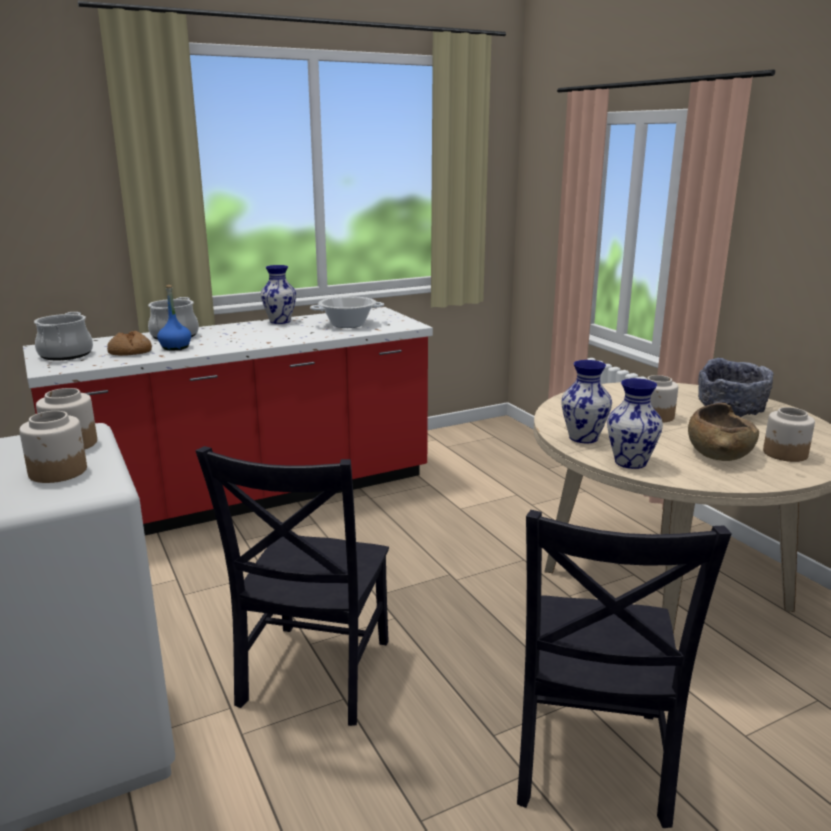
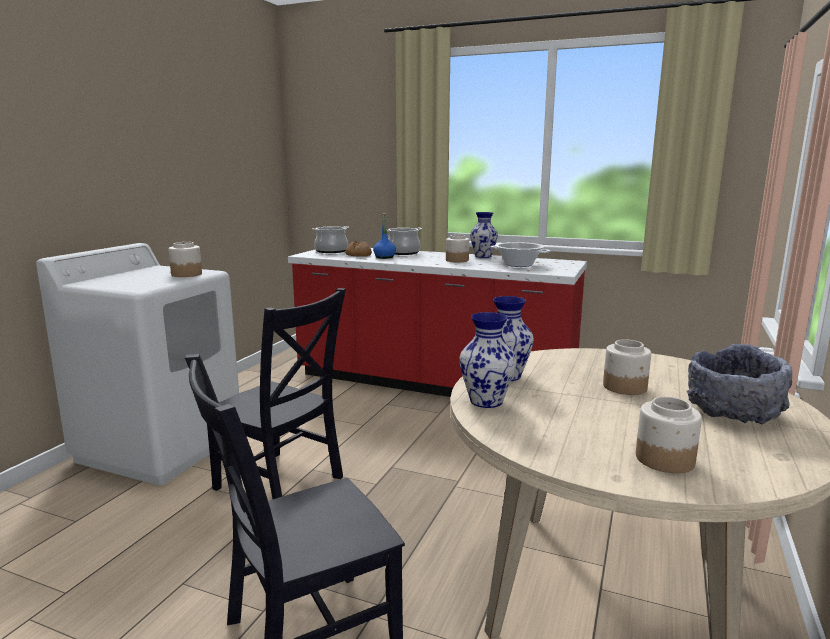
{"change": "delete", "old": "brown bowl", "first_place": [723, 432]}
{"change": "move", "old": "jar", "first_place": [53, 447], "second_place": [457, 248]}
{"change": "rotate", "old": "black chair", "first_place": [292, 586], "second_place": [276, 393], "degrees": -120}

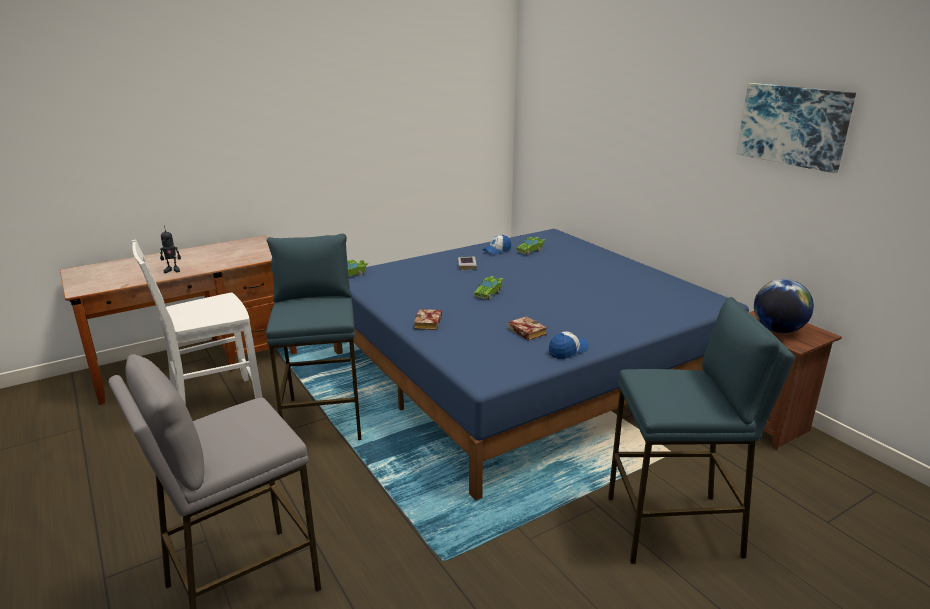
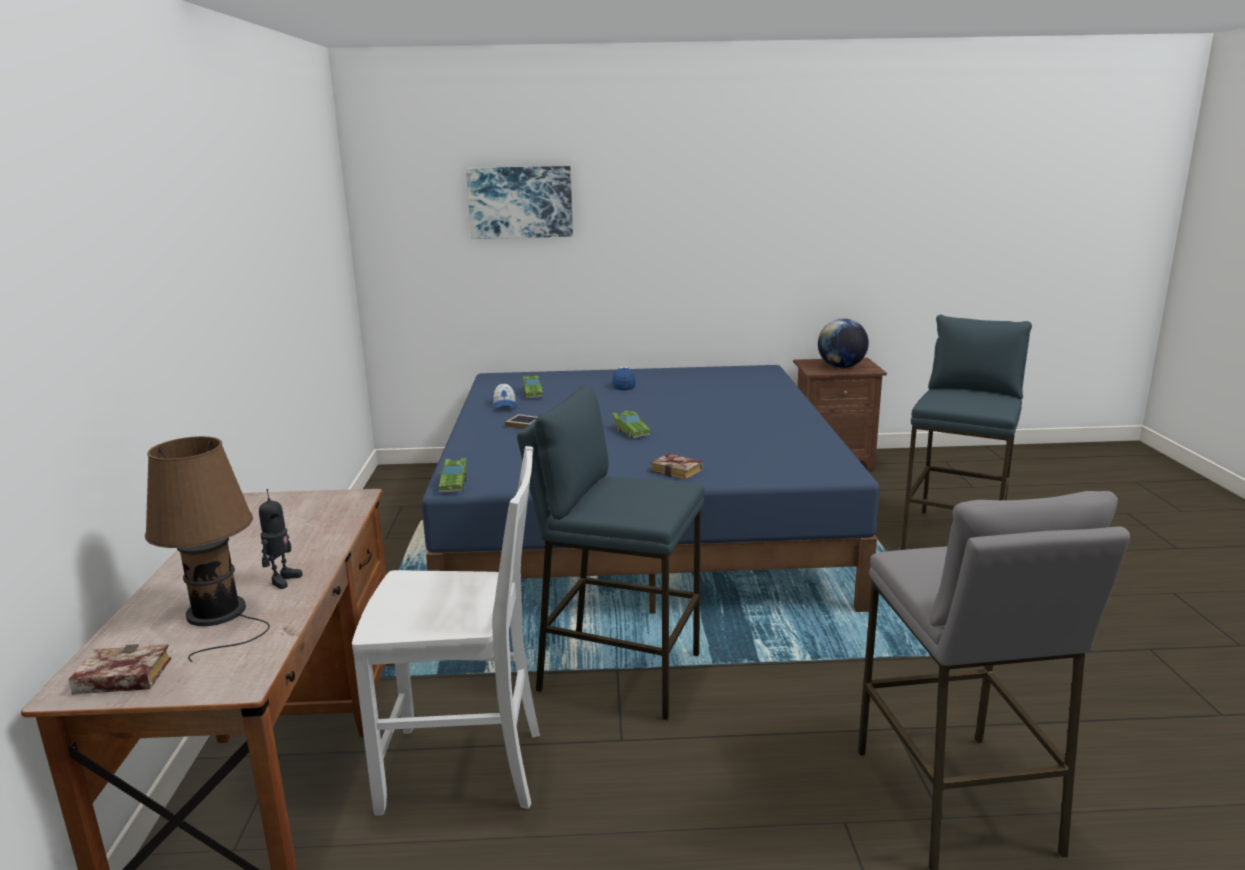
{"change": "insert", "new": "brown table lamp", "second_place": [207, 549]}
{"change": "move", "old": "book", "first_place": [527, 328], "second_place": [119, 669]}
{"change": "move", "old": "cap", "first_place": [569, 345], "second_place": [623, 378]}
{"change": "move", "old": "picture", "first_place": [796, 128], "second_place": [519, 202]}
{"change": "rotate", "old": "white chair", "first_place": [197, 322], "second_place": [446, 631], "degrees": -90}

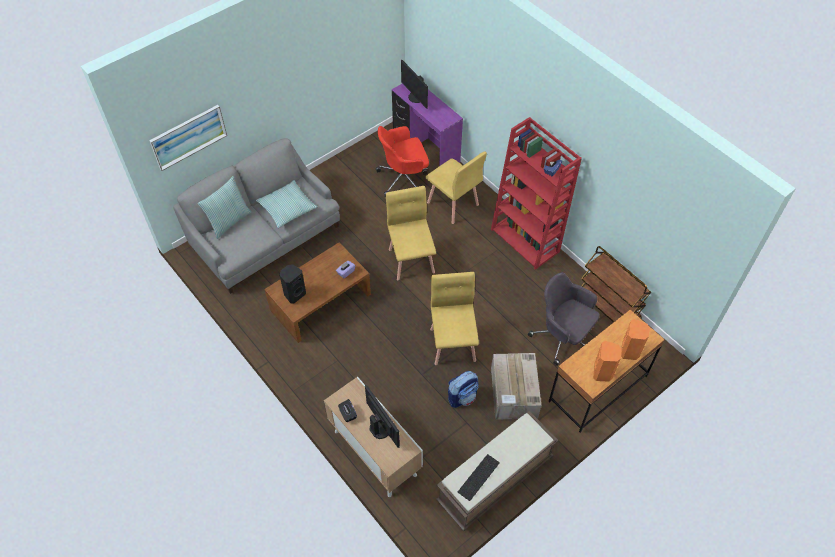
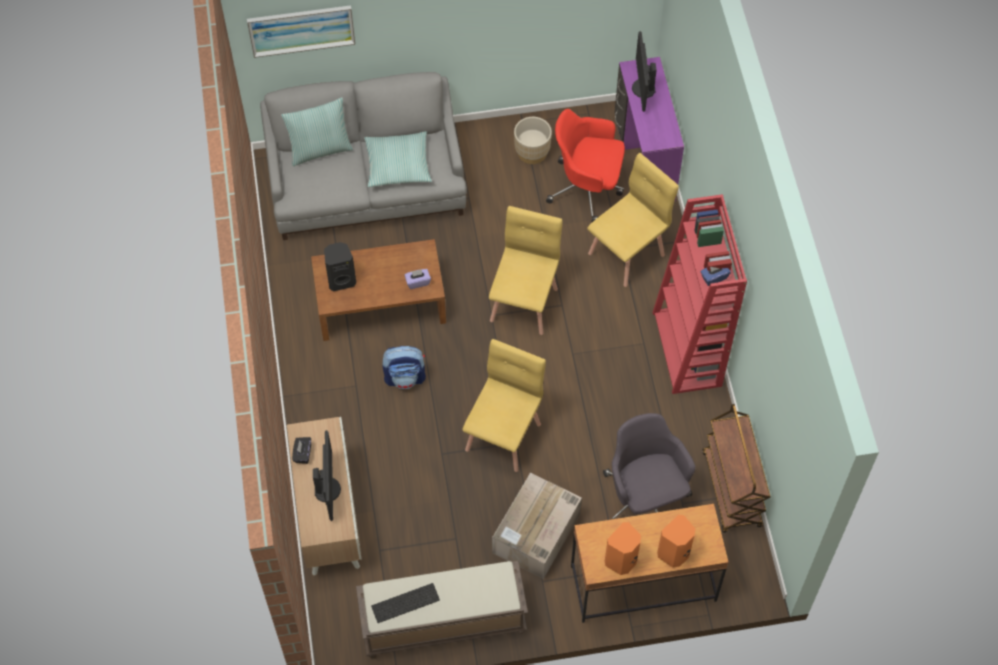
{"change": "insert", "new": "beige planter", "second_place": [533, 140]}
{"change": "move", "old": "backpack", "first_place": [463, 389], "second_place": [404, 367]}
{"change": "rotate", "old": "yellow chair", "first_place": [456, 188], "second_place": [633, 220], "degrees": -120}

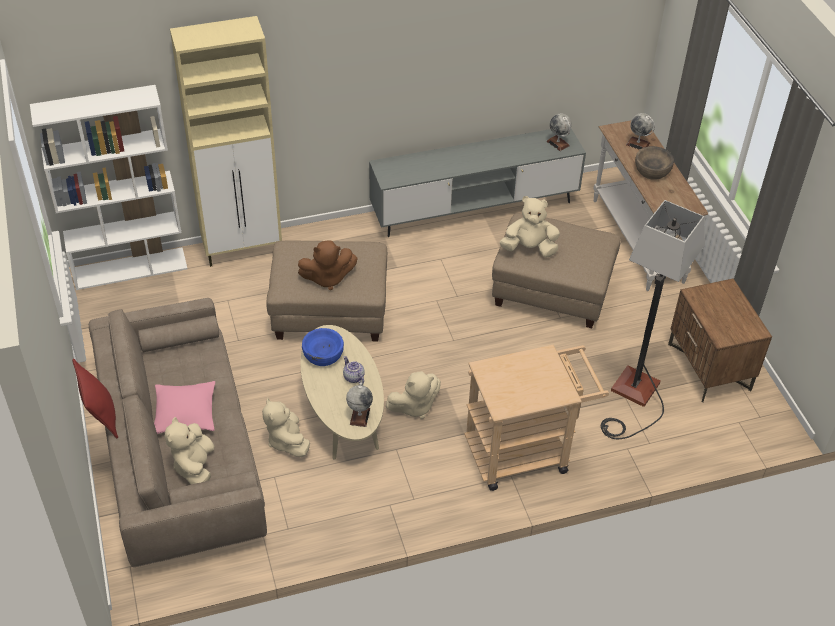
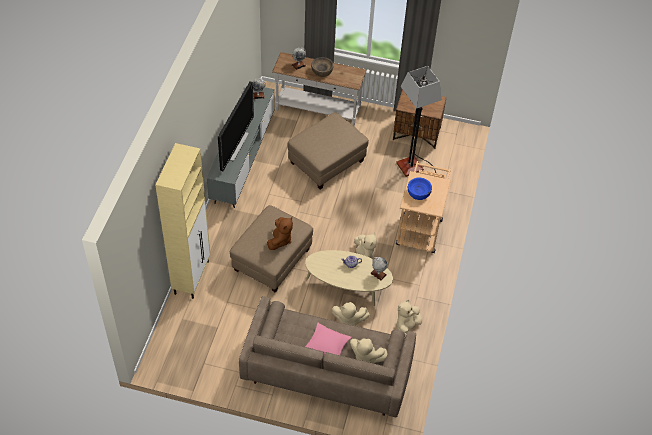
{"change": "delete", "old": "white bookcase", "first_place": [109, 187]}
{"change": "delete", "old": "red pillow", "first_place": [95, 398]}
{"change": "insert", "new": "television", "second_place": [236, 126]}
{"change": "move", "old": "blue bowl", "first_place": [323, 347], "second_place": [420, 189]}
{"change": "move", "old": "beige plush toy", "first_place": [530, 226], "second_place": [409, 319]}

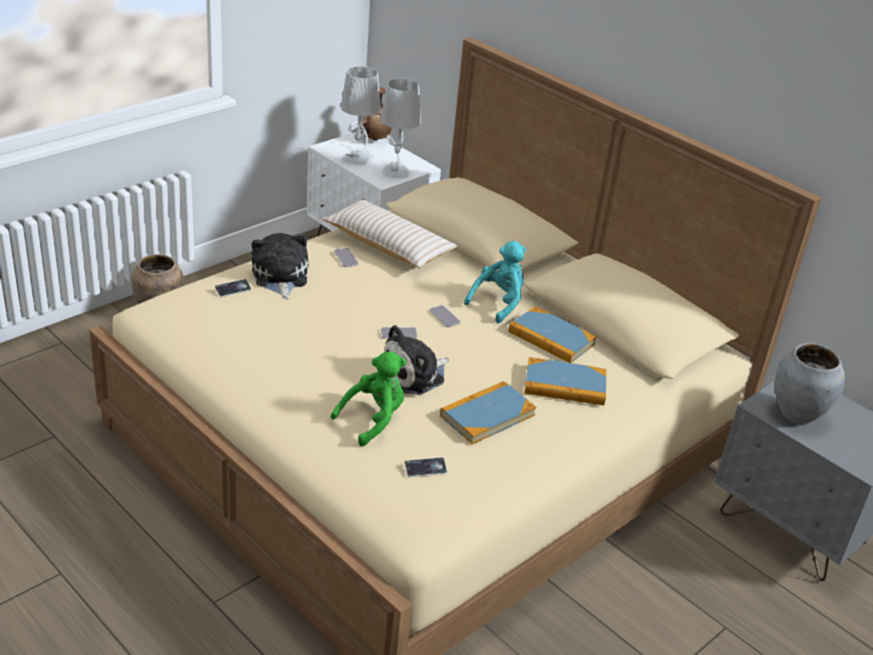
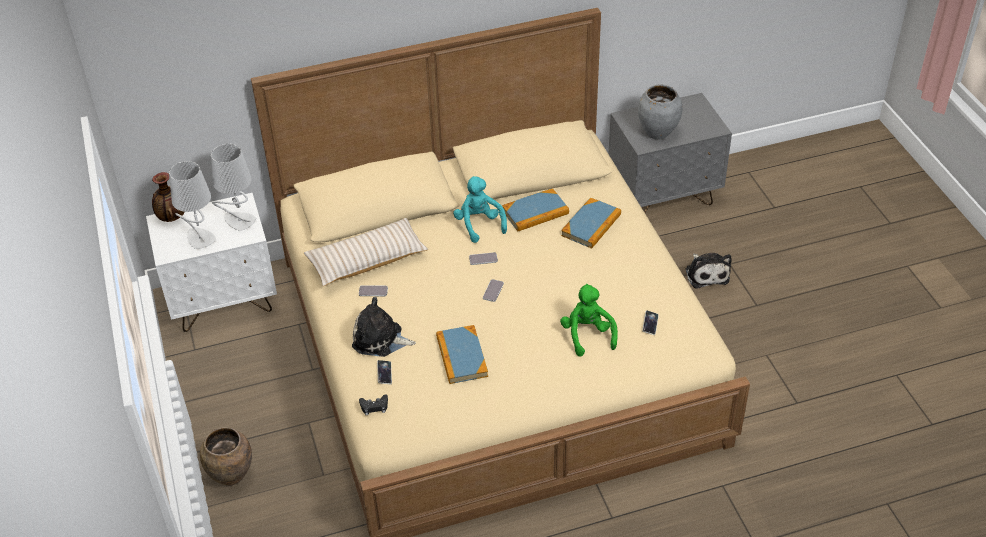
{"change": "insert", "new": "black game controller", "second_place": [373, 404]}
{"change": "move", "old": "plush toy", "first_place": [416, 360], "second_place": [709, 271]}
{"change": "move", "old": "book", "first_place": [488, 412], "second_place": [462, 354]}

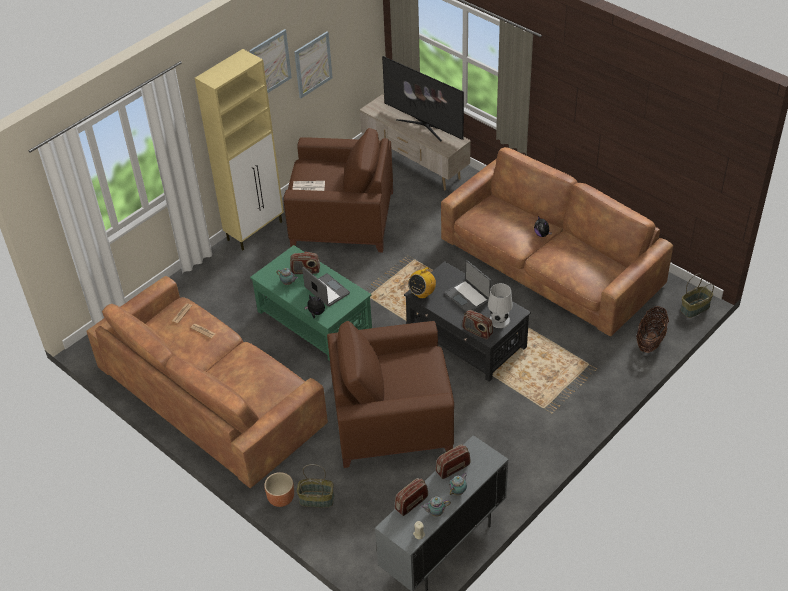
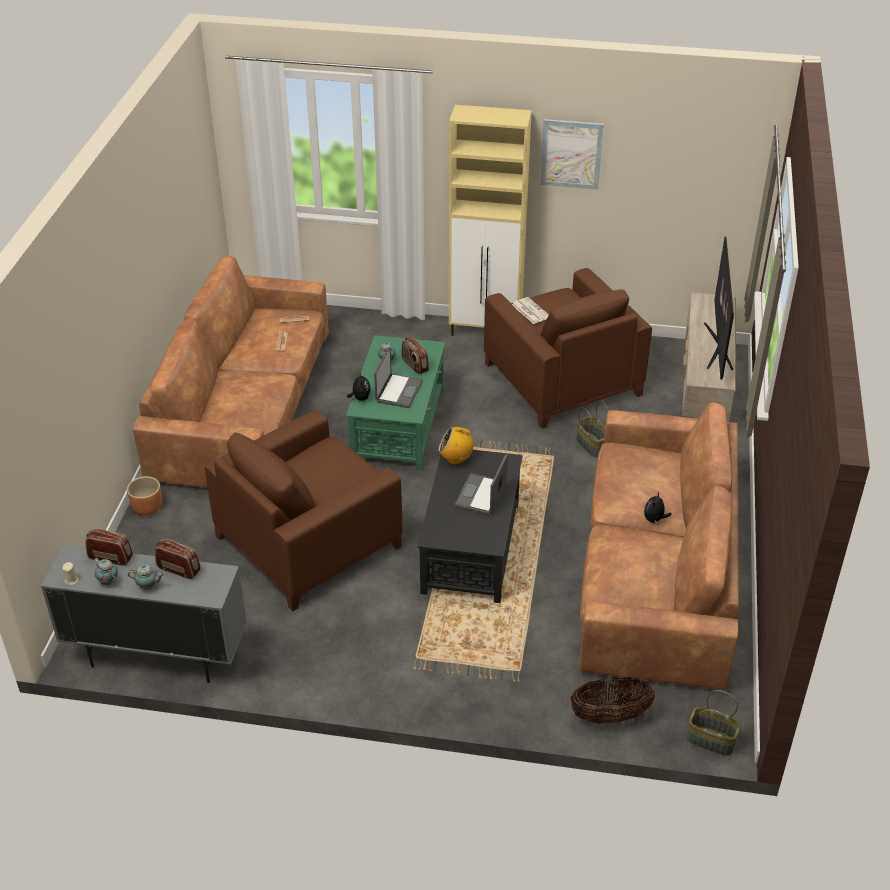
{"change": "delete", "old": "picture", "first_place": [313, 64]}
{"change": "delete", "old": "radio", "first_place": [477, 324]}
{"change": "delete", "old": "white table lamp", "first_place": [500, 305]}
{"change": "move", "old": "basket", "first_place": [315, 486], "second_place": [592, 429]}
{"change": "rotate", "old": "brown armchair", "first_place": [390, 394], "second_place": [303, 510], "degrees": -90}

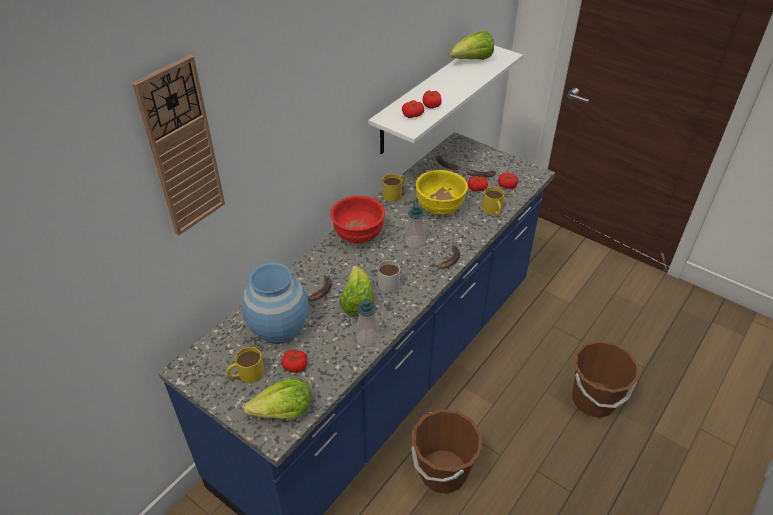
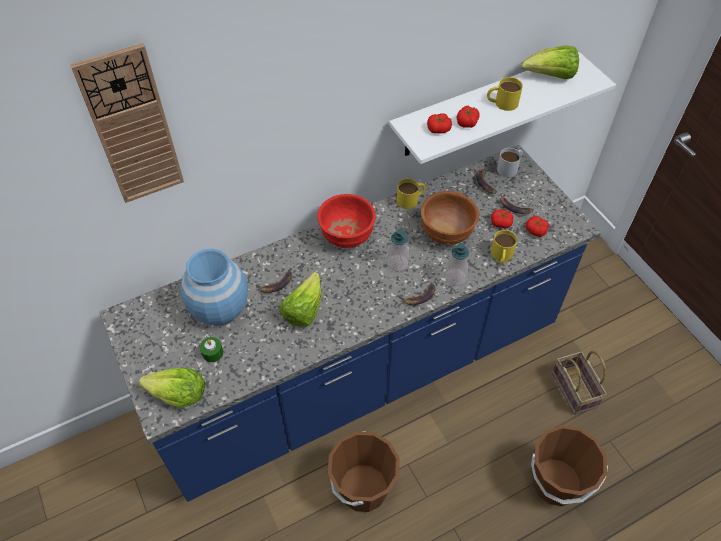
{"change": "insert", "new": "basket", "second_place": [579, 383]}
{"change": "move", "old": "yellow mug", "first_place": [245, 365], "second_place": [505, 94]}
{"change": "move", "old": "soap dispenser", "first_place": [367, 322], "second_place": [457, 264]}
{"change": "move", "old": "white mug", "first_place": [389, 275], "second_place": [510, 162]}
{"change": "replace", "old": "tomato", "new": "green candle", "first_place": [294, 361], "second_place": [211, 349]}
{"change": "recolor", "old": "yellow bowl", "new": "brown bowl", "first_place": [442, 192], "second_place": [450, 218]}

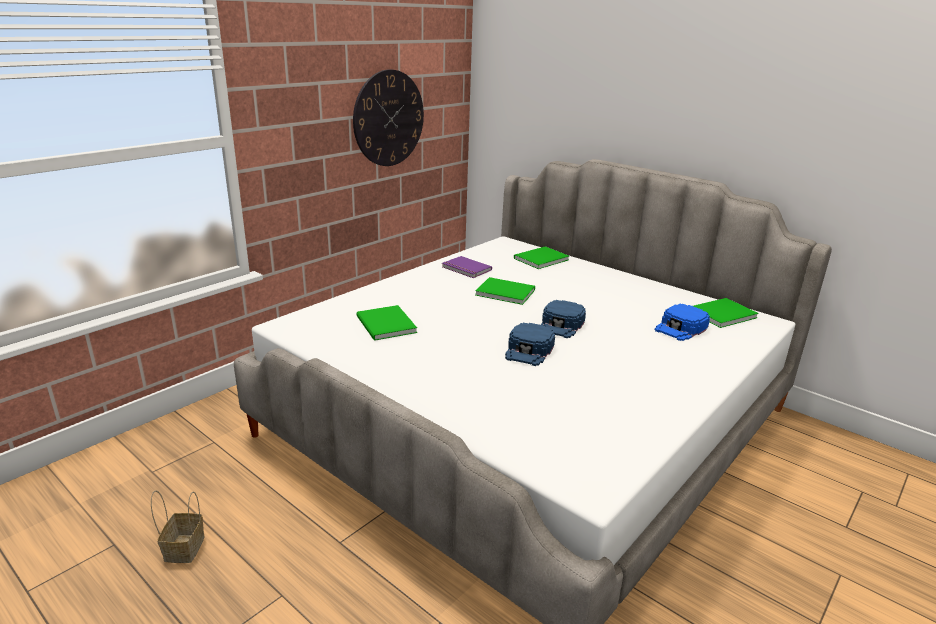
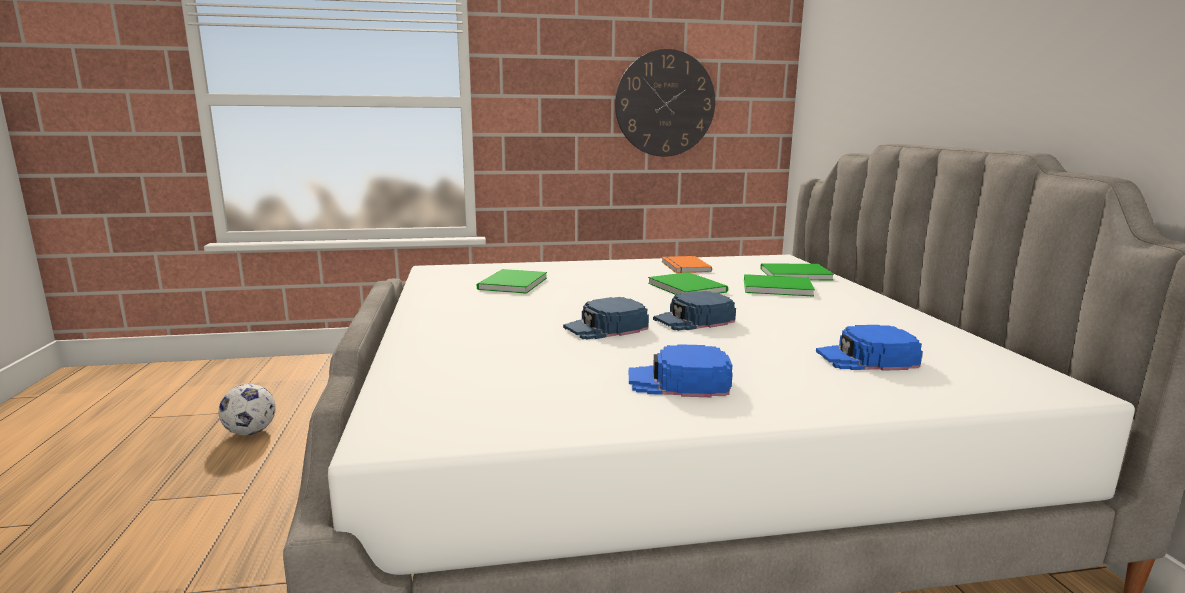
{"change": "insert", "new": "blue cap", "second_place": [681, 370]}
{"change": "move", "old": "green book", "first_place": [725, 313], "second_place": [779, 285]}
{"change": "replace", "old": "basket", "new": "football", "first_place": [178, 526], "second_place": [247, 409]}
{"change": "recolor", "old": "purple book", "new": "orange book", "first_place": [467, 267], "second_place": [687, 264]}

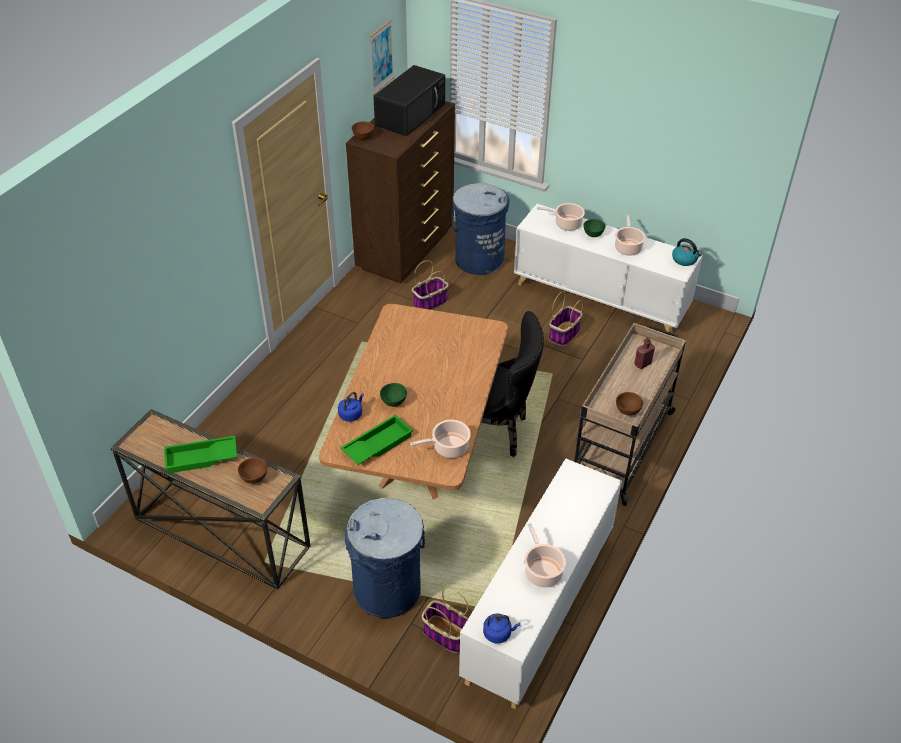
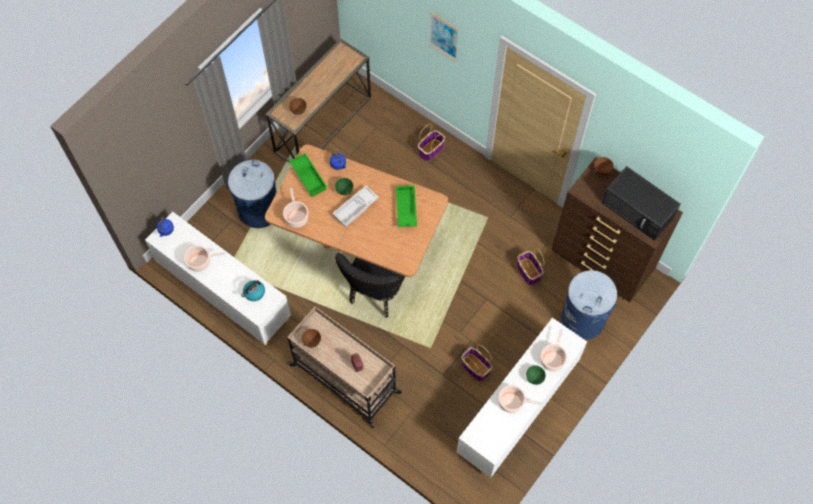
{"change": "insert", "new": "white tray", "second_place": [355, 206]}
{"change": "move", "old": "green tray", "first_place": [200, 454], "second_place": [406, 206]}
{"change": "move", "old": "picture", "first_place": [381, 57], "second_place": [444, 37]}
{"change": "move", "old": "basket", "first_place": [445, 620], "second_place": [431, 142]}
{"change": "move", "old": "kettle", "first_place": [687, 252], "second_place": [253, 290]}

